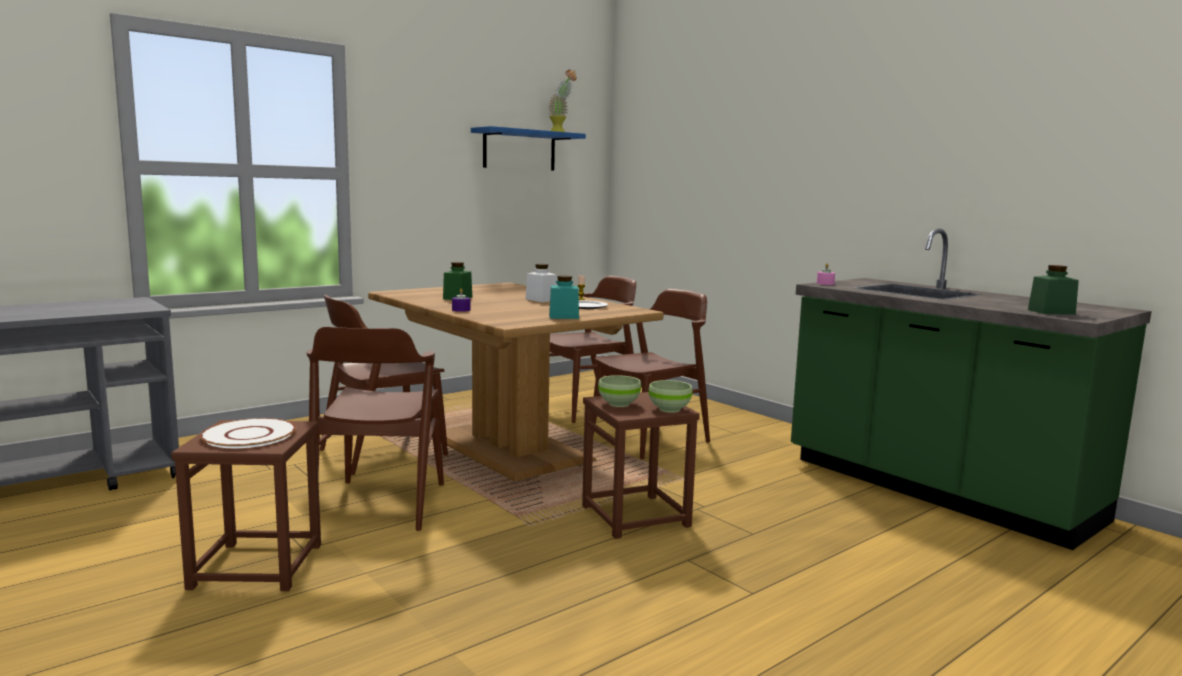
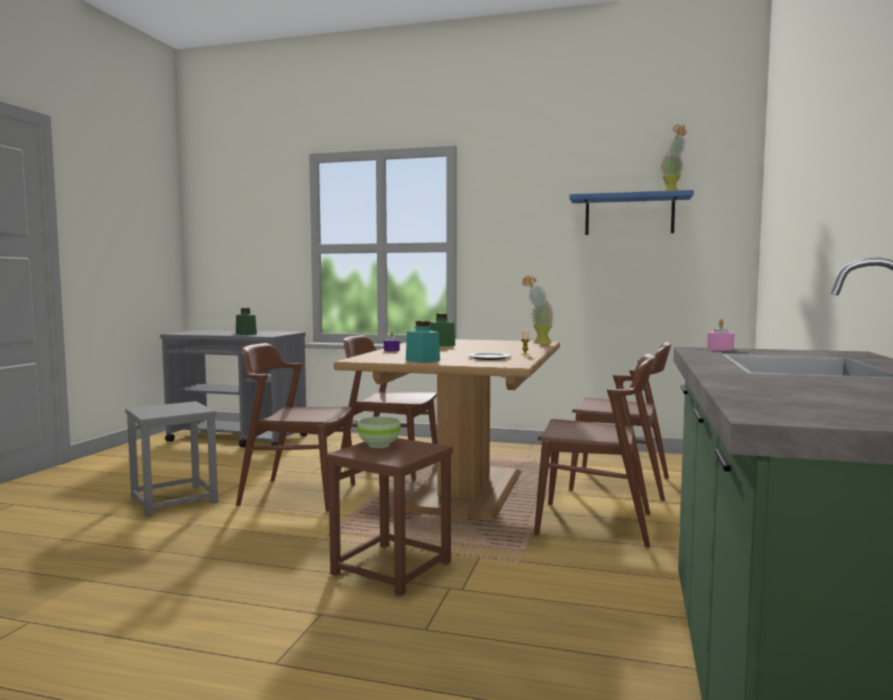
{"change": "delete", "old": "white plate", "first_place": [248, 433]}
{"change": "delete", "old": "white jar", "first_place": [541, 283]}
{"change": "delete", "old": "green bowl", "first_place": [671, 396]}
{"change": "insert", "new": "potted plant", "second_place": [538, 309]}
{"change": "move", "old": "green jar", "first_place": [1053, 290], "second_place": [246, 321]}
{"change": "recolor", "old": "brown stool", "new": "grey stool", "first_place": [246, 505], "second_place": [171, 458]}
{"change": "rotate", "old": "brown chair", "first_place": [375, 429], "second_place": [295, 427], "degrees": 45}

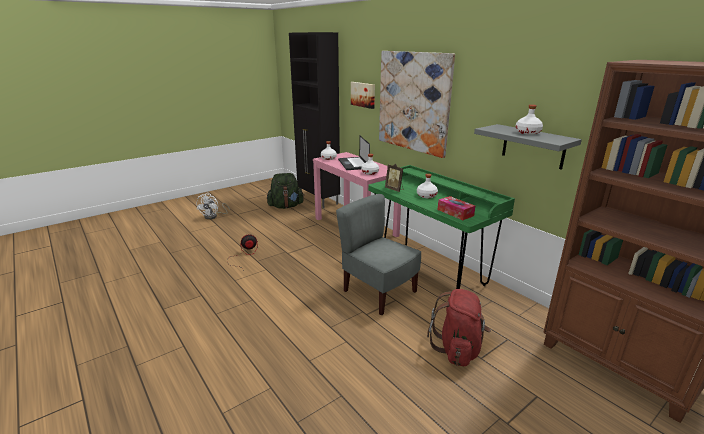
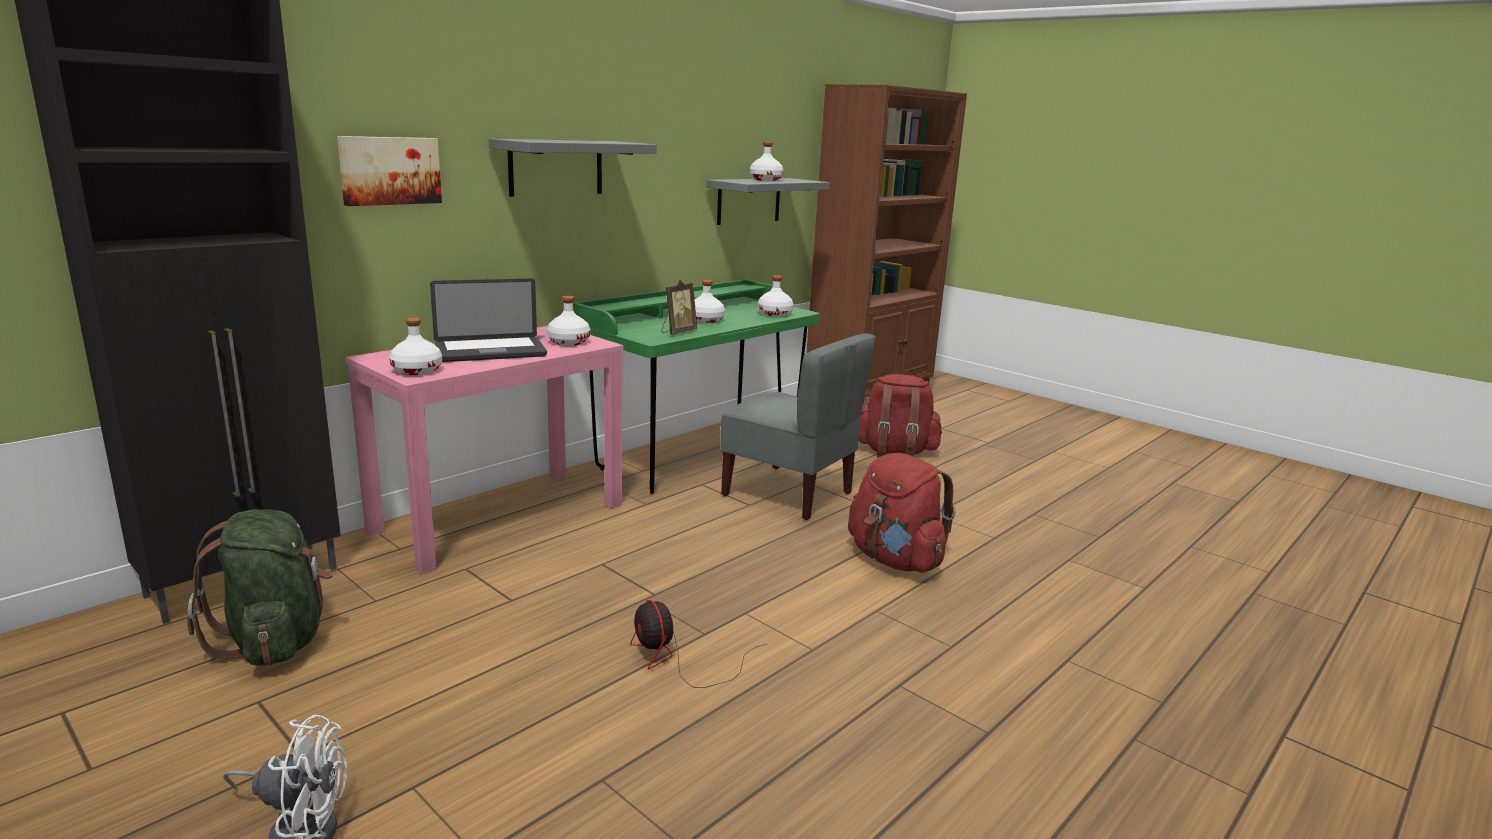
{"change": "insert", "new": "red backpack", "second_place": [902, 513]}
{"change": "replace", "old": "picture", "new": "grey shelf", "first_place": [417, 104], "second_place": [573, 168]}
{"change": "replace", "old": "tissue box", "new": "white bottle", "first_place": [456, 208], "second_place": [775, 296]}
{"change": "rotate", "old": "grey chair", "first_place": [378, 254], "second_place": [798, 426], "degrees": -90}

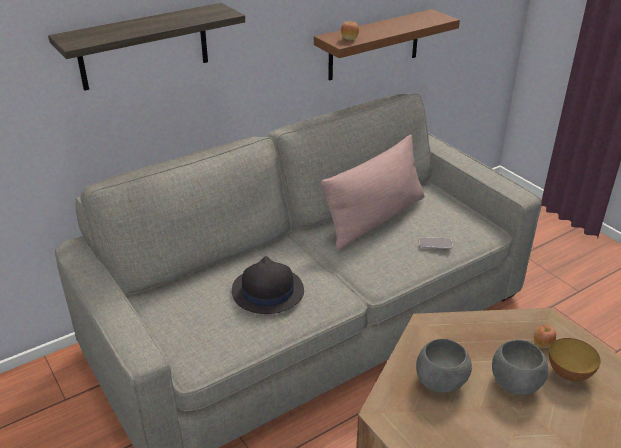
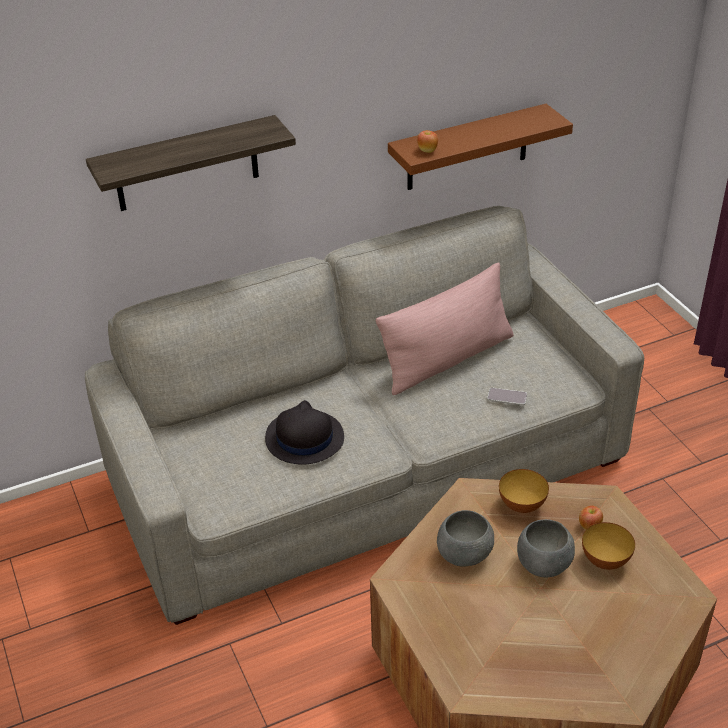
{"change": "insert", "new": "bowl", "second_place": [524, 491]}

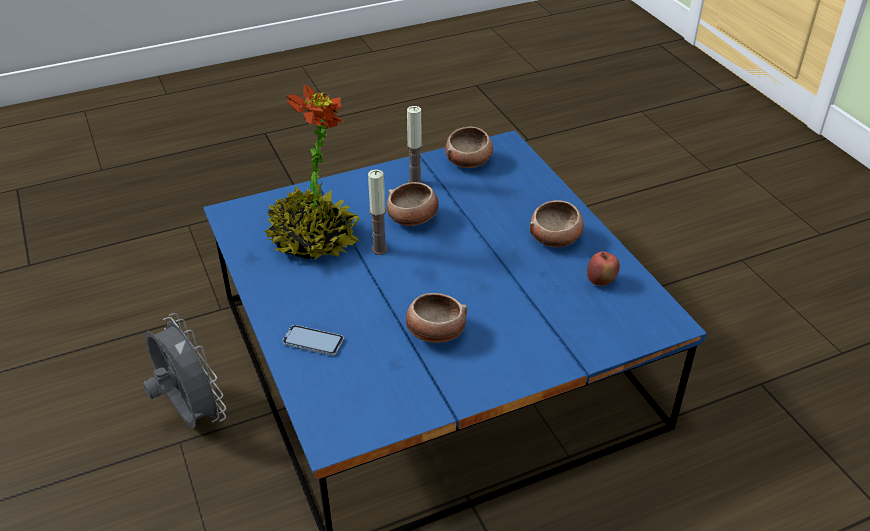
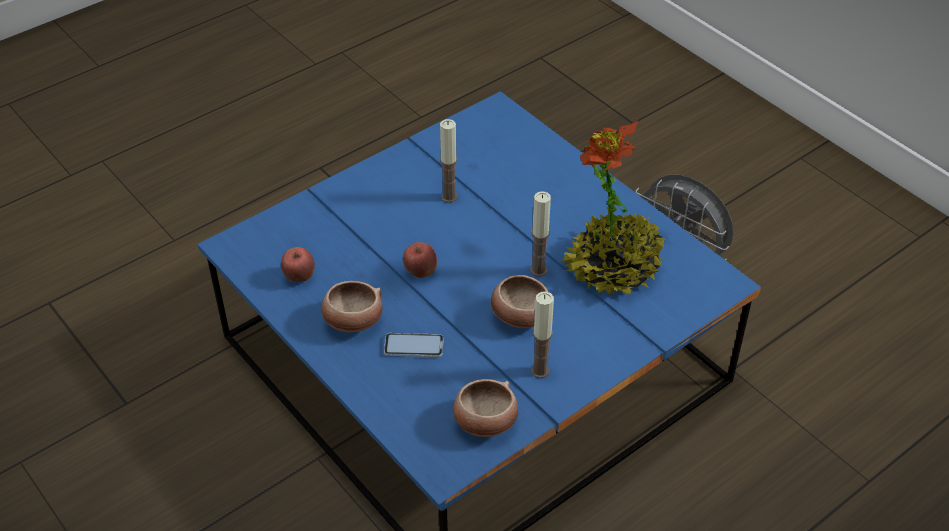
{"change": "insert", "new": "apple", "second_place": [420, 260]}
{"change": "move", "old": "phone", "first_place": [313, 340], "second_place": [414, 345]}
{"change": "replace", "old": "bowl", "new": "candle", "first_place": [436, 318], "second_place": [449, 161]}

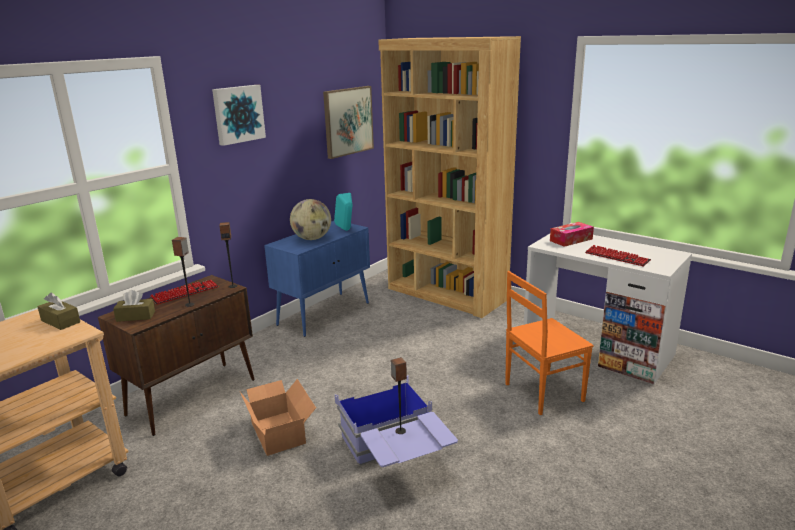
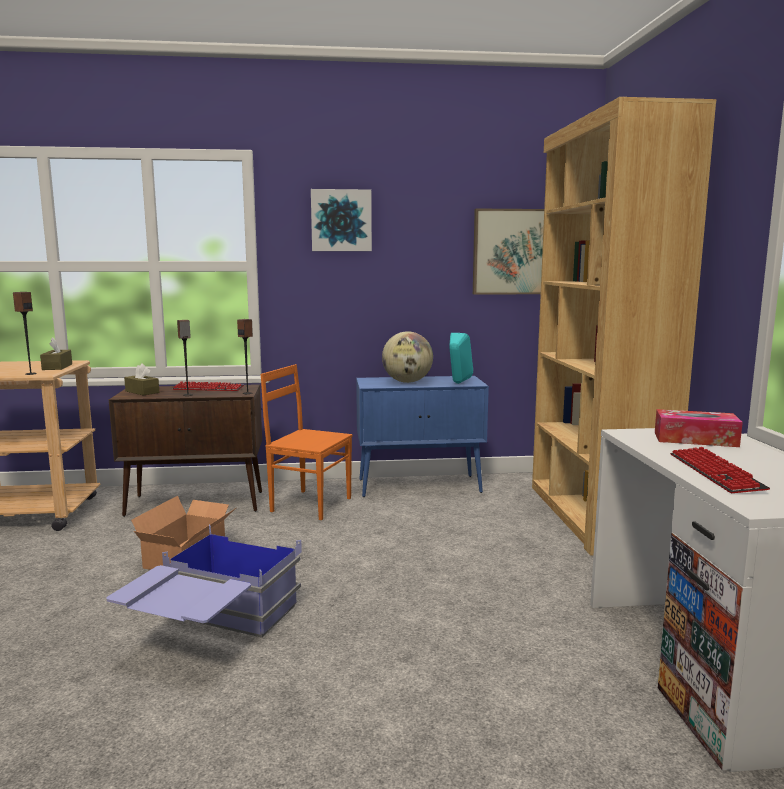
{"change": "move", "old": "speaker", "first_place": [399, 395], "second_place": [25, 333]}
{"change": "move", "old": "orange chair", "first_place": [549, 343], "second_place": [306, 442]}

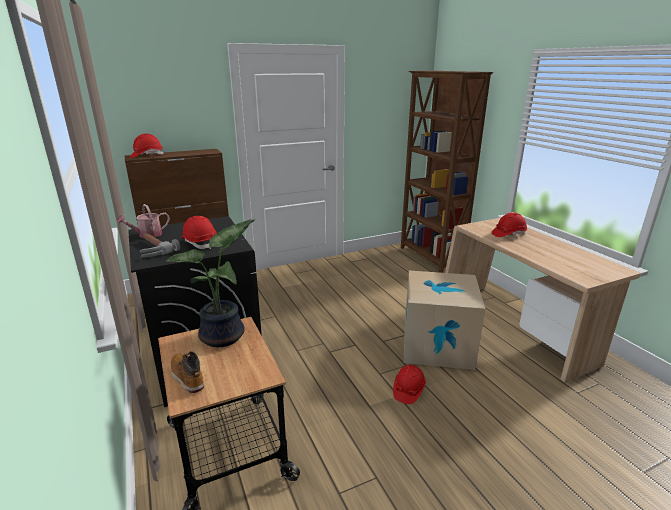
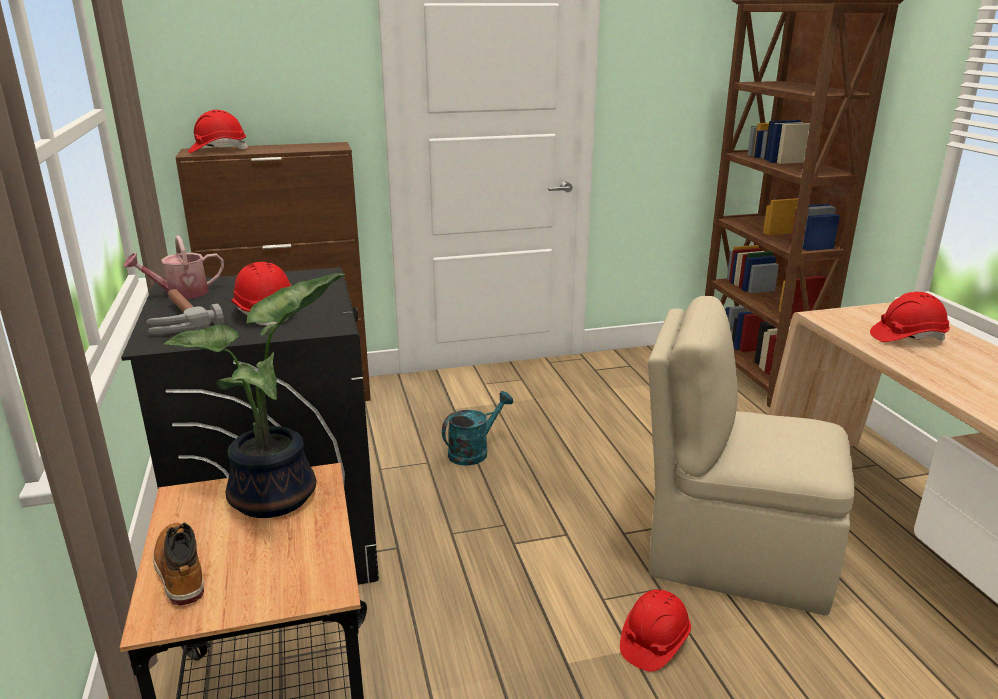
{"change": "insert", "new": "turquoise watering can", "second_place": [477, 428]}
{"change": "replace", "old": "cardboard box", "new": "beige chair", "first_place": [444, 320], "second_place": [751, 456]}

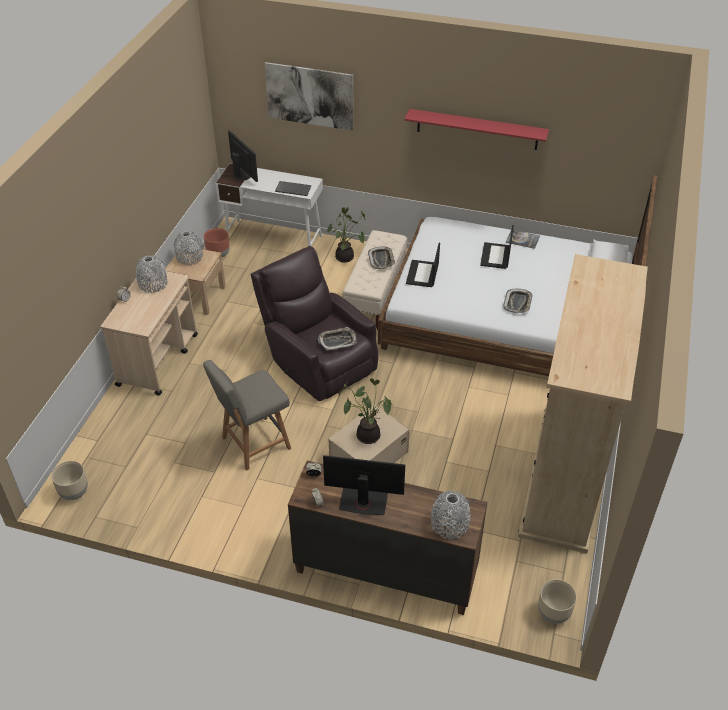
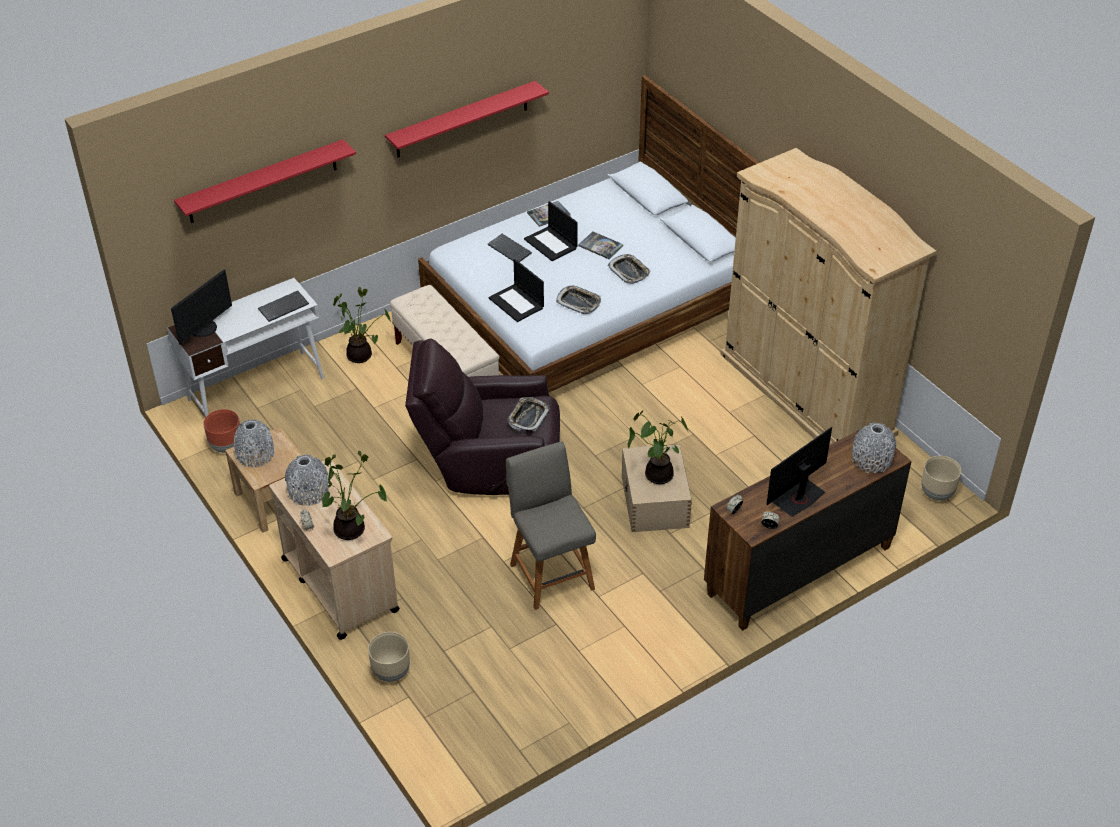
{"change": "insert", "new": "potted plant", "second_place": [354, 495]}
{"change": "insert", "new": "keyboard", "second_place": [510, 248]}
{"change": "insert", "new": "book", "second_place": [600, 245]}
{"change": "move", "old": "beige planter", "first_place": [69, 480], "second_place": [389, 657]}
{"change": "move", "old": "tray", "first_place": [382, 257], "second_place": [578, 300]}
{"change": "replace", "old": "picture", "new": "red shelf", "first_place": [309, 96], "second_place": [265, 181]}
{"change": "rotate", "old": "grey chair", "first_place": [247, 415], "second_place": [551, 526], "degrees": 150}
{"change": "rotate", "old": "monitor", "first_place": [243, 156], "second_place": [201, 307], "degrees": 120}

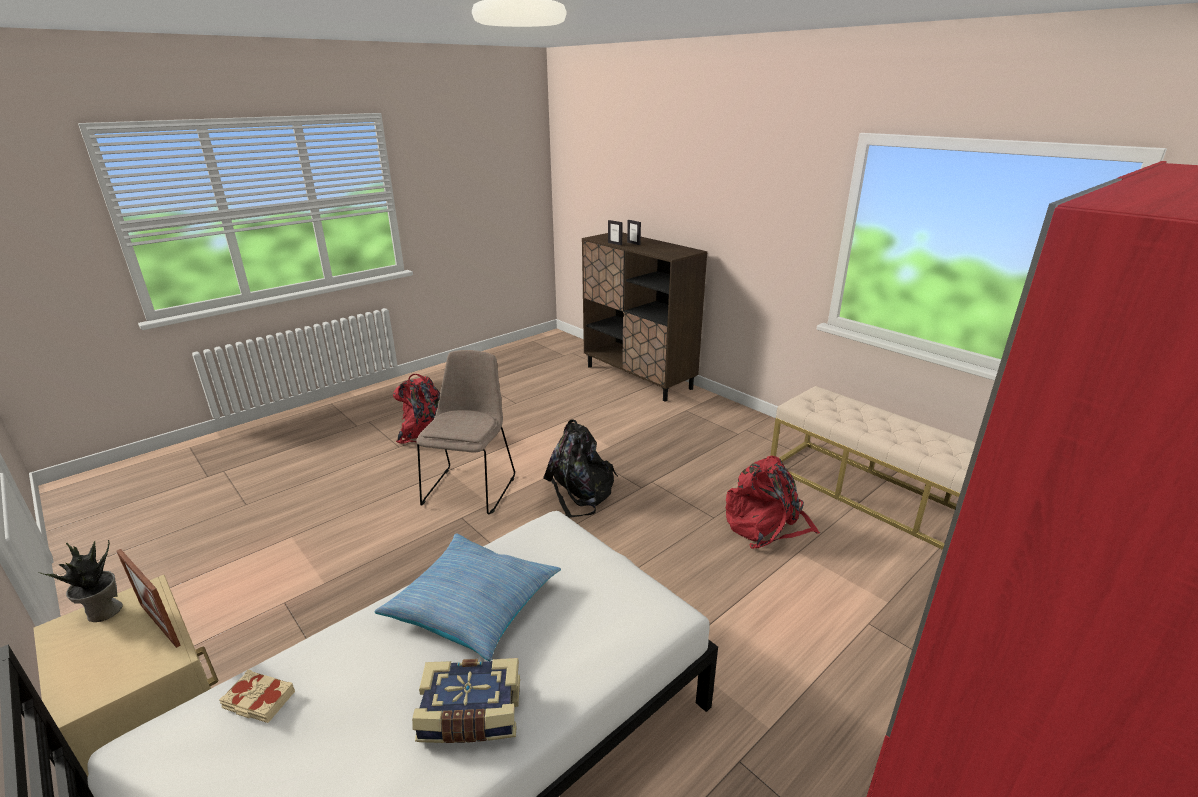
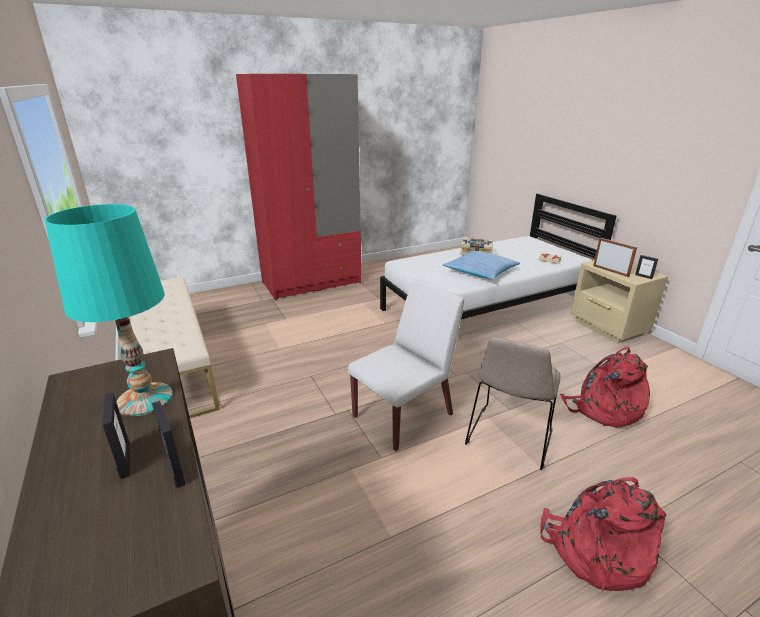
{"change": "insert", "new": "turquoise table lamp", "second_place": [108, 310]}
{"change": "move", "old": "red backpack", "first_place": [773, 502], "second_place": [605, 387]}
{"change": "replace", "old": "potted plant", "new": "picture frame", "first_place": [81, 581], "second_place": [646, 267]}
{"change": "replace", "old": "black backpack", "new": "white chair", "first_place": [580, 468], "second_place": [406, 365]}

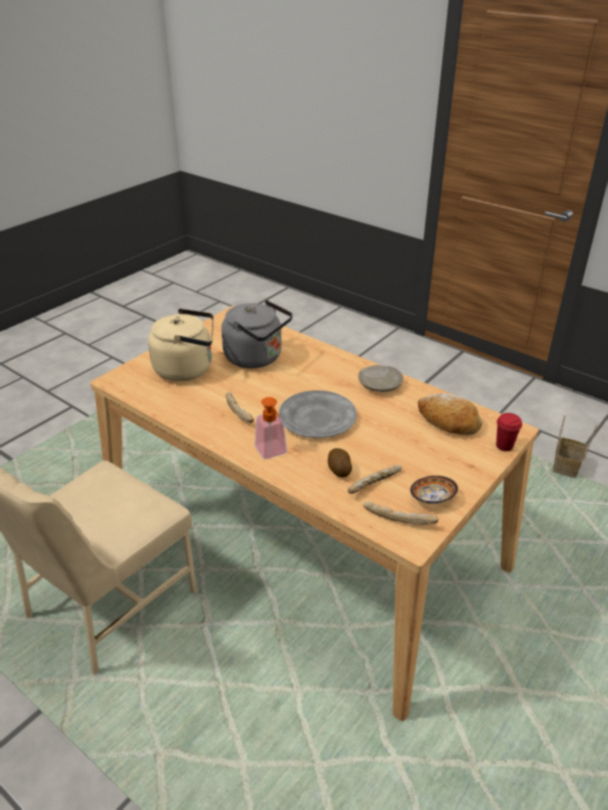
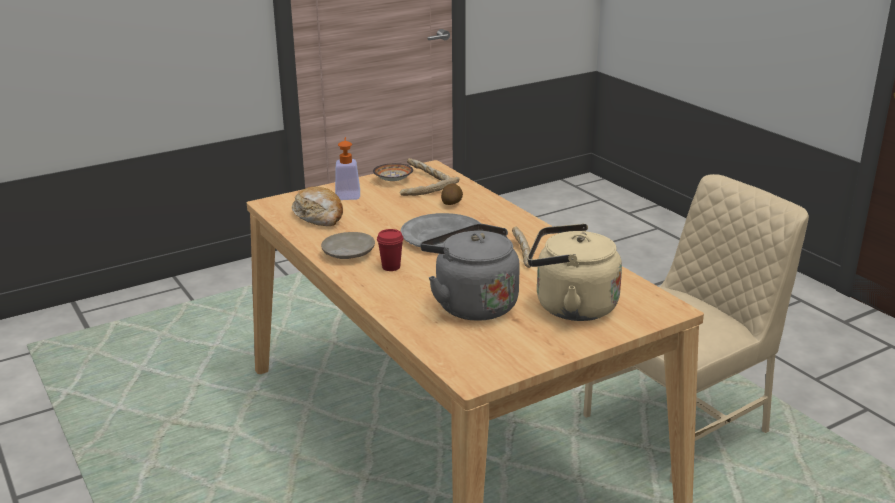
{"change": "delete", "old": "basket", "first_place": [575, 447]}
{"change": "move", "old": "soap dispenser", "first_place": [271, 428], "second_place": [347, 168]}
{"change": "move", "old": "red cup", "first_place": [509, 432], "second_place": [390, 250]}

